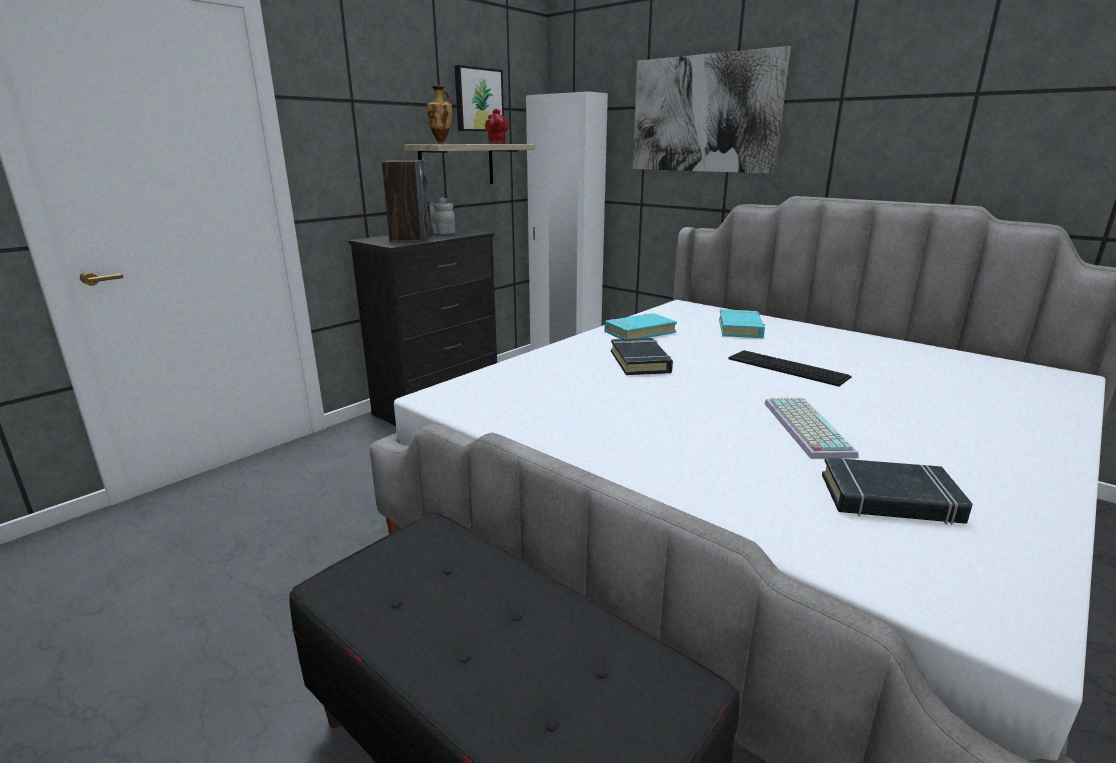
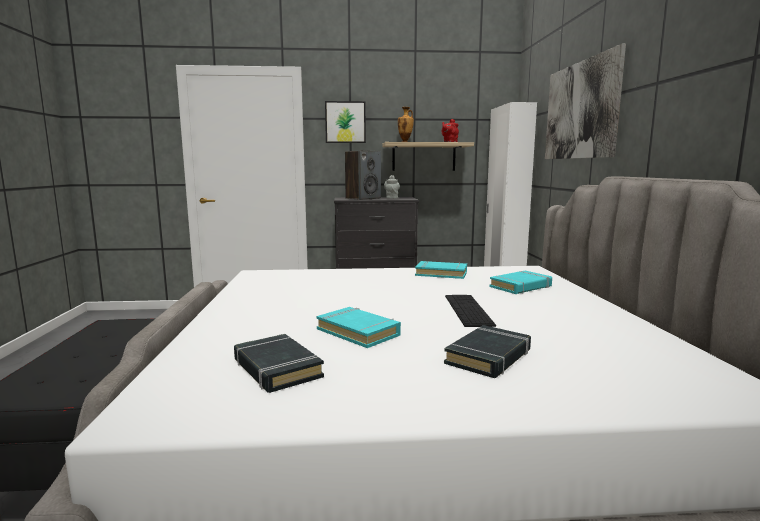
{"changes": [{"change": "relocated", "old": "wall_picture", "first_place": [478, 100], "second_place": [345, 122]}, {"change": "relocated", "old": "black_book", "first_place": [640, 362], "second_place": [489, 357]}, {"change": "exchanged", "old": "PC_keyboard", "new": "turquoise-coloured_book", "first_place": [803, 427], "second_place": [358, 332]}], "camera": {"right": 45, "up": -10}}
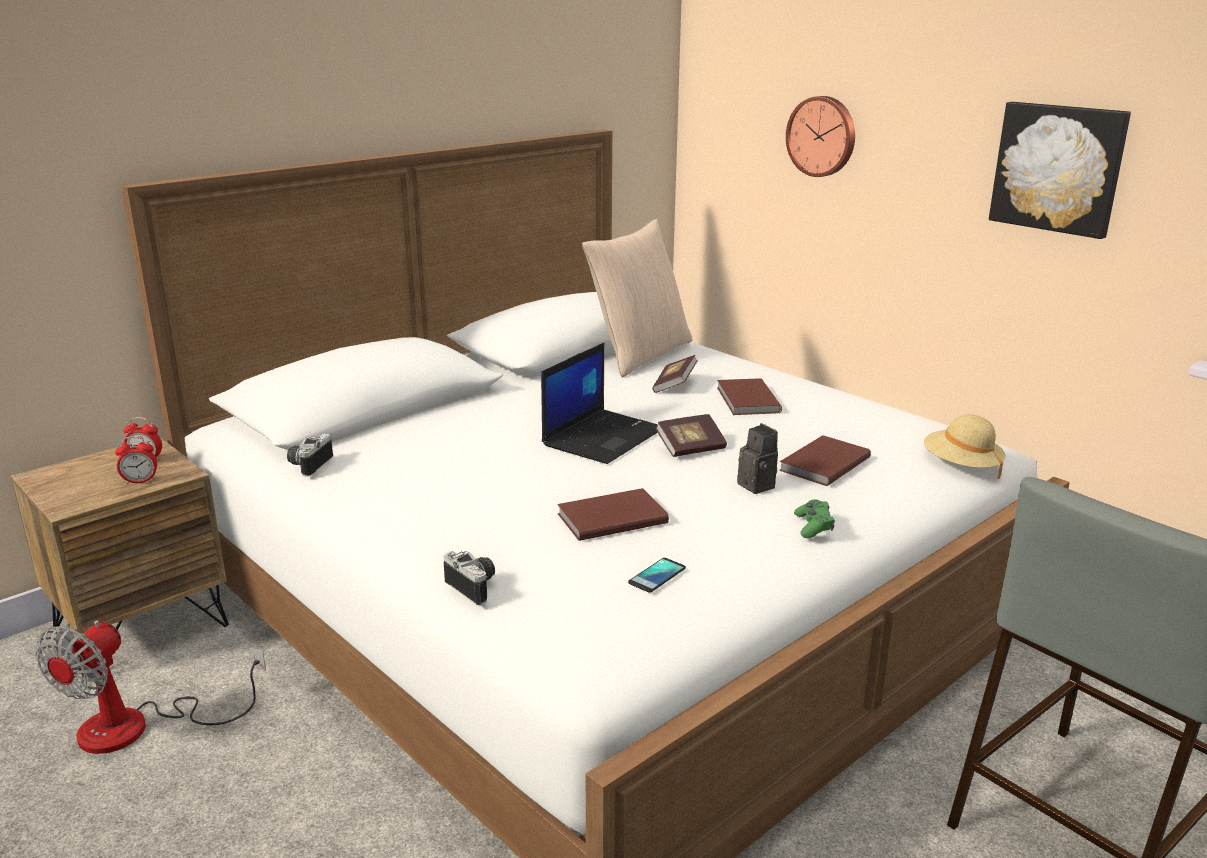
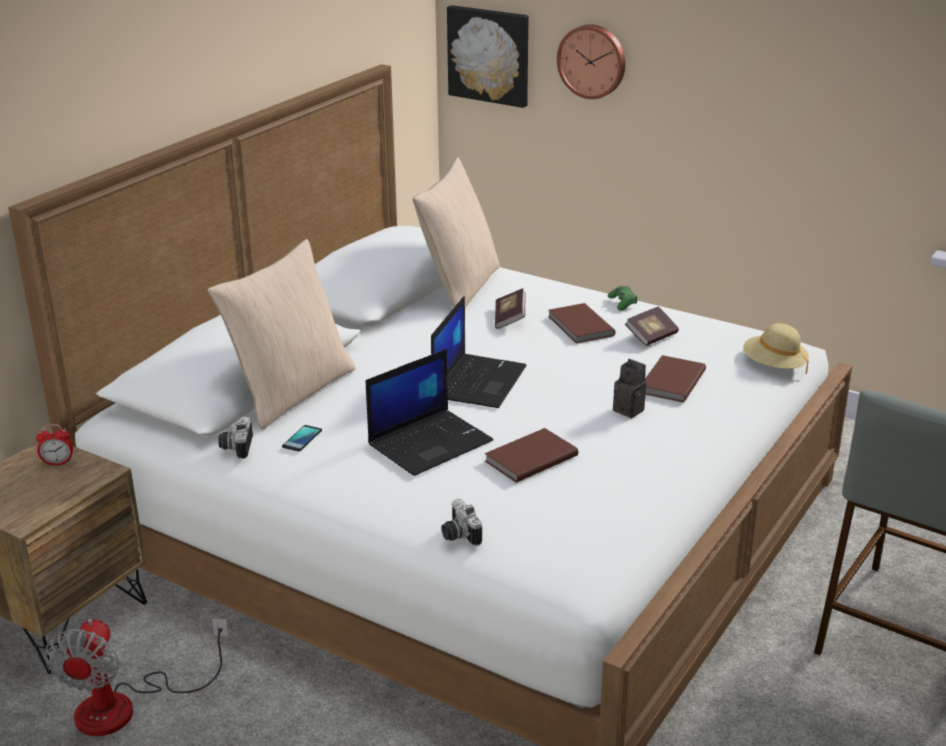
{"changes": [{"change": "missing", "old": "table_clock", "first_place": [140, 481]}, {"change": "appeared", "new": "sand-coloured_throw_pillow", "second_place": [291, 392]}, {"change": "appeared", "new": "notebook_computer", "second_place": [430, 442]}, {"change": "relocated", "old": "telephone", "first_place": [657, 576], "second_place": [302, 439]}, {"change": "relocated", "old": "book", "first_place": [690, 448], "second_place": [651, 336]}, {"change": "relocated", "old": "green-coloured_joypad", "first_place": [813, 526], "second_place": [622, 303]}, {"change": "relocated", "old": "wall_picture", "first_place": [1058, 168], "second_place": [489, 55]}, {"change": "spun", "old": "still_camera", "first_place": [476, 587], "second_place": [458, 535], "degrees": -150}], "camera": {"right": -15, "up": 5}}
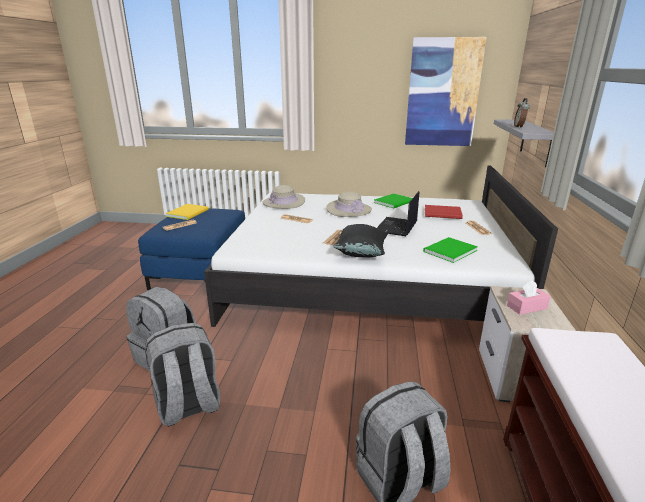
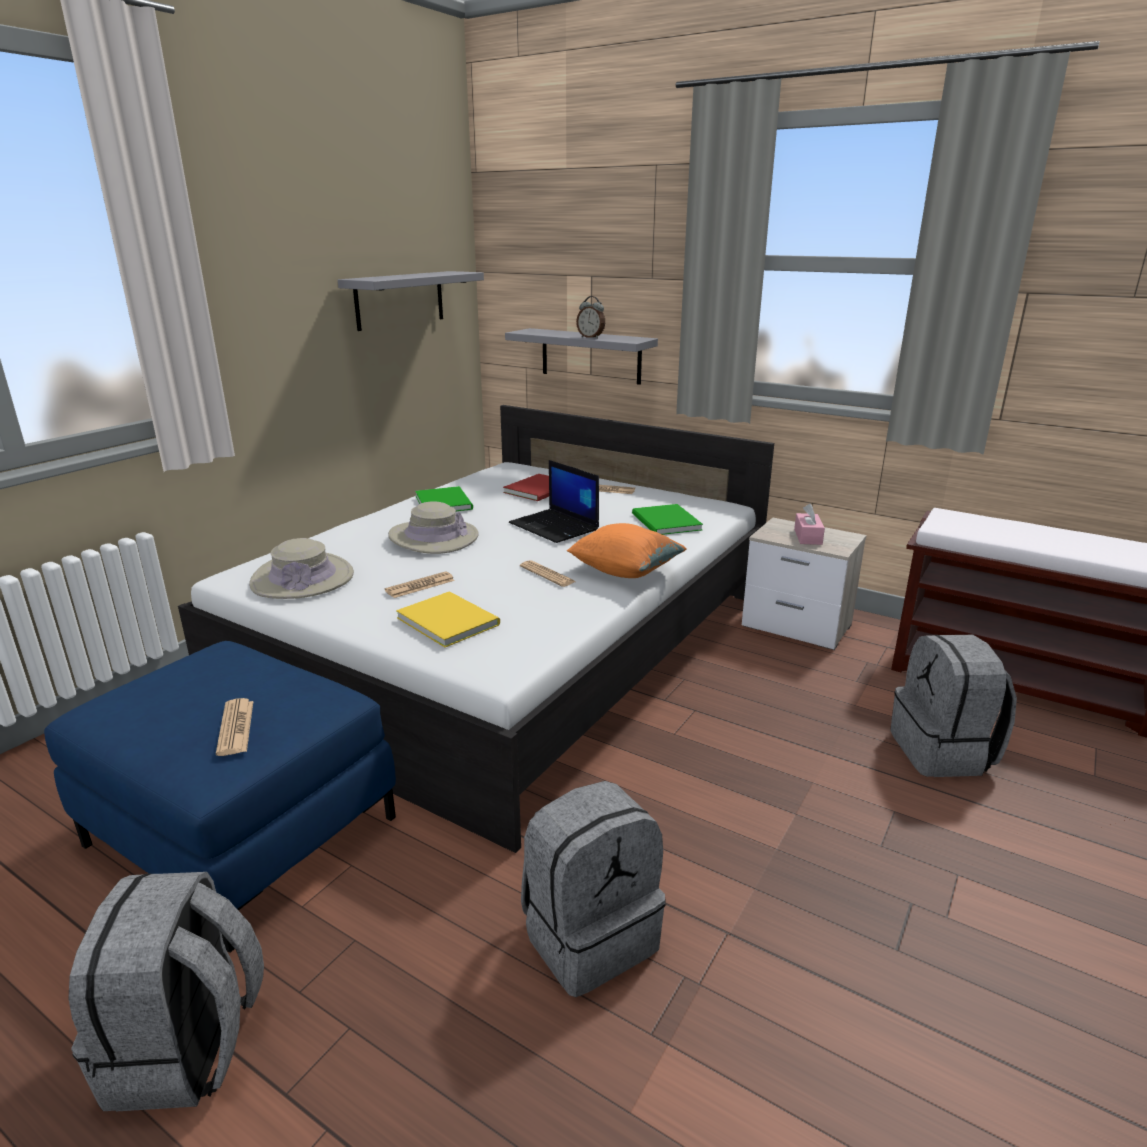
{"changes": [{"change": "relocated", "old": "greyish_rucksack", "first_place": [188, 406], "second_place": [188, 1048]}, {"change": "relocated", "old": "yellow-coloured_book", "first_place": [189, 213], "second_place": [448, 619]}, {"change": "exchanged", "old": "wall_picture", "new": "greyish_wall_shelf", "first_place": [442, 93], "second_place": [400, 300]}, {"change": "colour", "old": "black_throw_pillow", "new": "orange-coloured_throw_pillow", "first_place": [361, 253], "second_place": [625, 571]}], "camera": {"right": -65, "up": 0}}
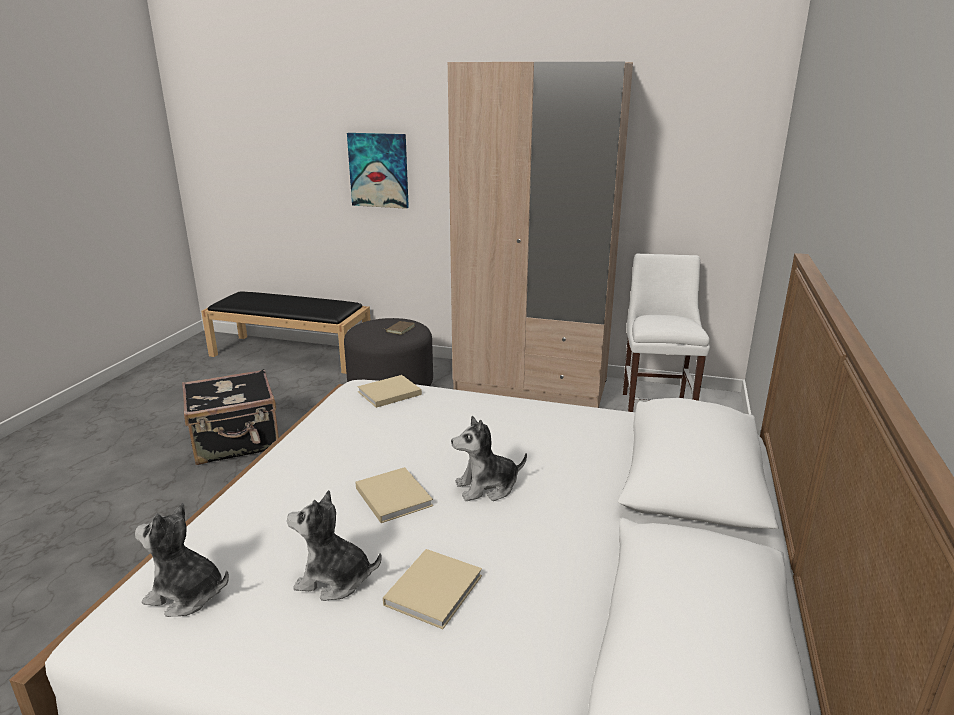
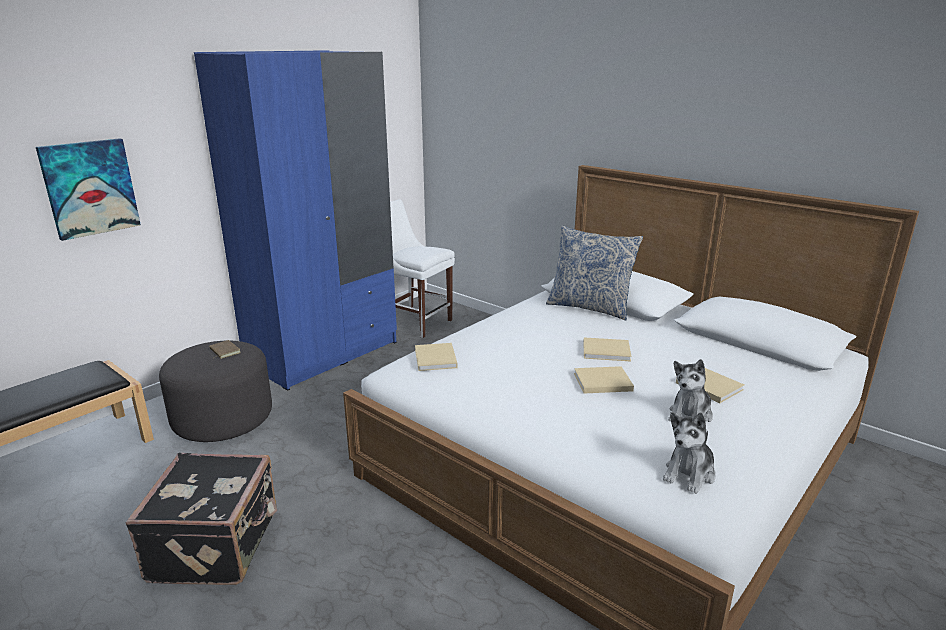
{"changes": [{"change": "appeared", "new": "throw_pillow", "second_place": [590, 307]}, {"change": "exchanged", "old": "cuddly_toy", "new": "sand-coloured_book", "first_place": [487, 487], "second_place": [608, 351]}, {"change": "colour", "old": "sand-coloured_wardrobe", "new": "bluish_wardrobe", "first_place": [532, 386], "second_place": [323, 353]}], "camera": {"right": -65, "up": 0}}
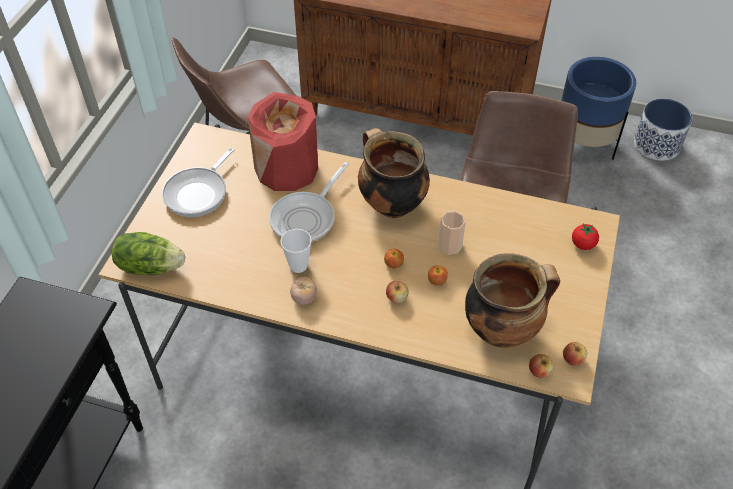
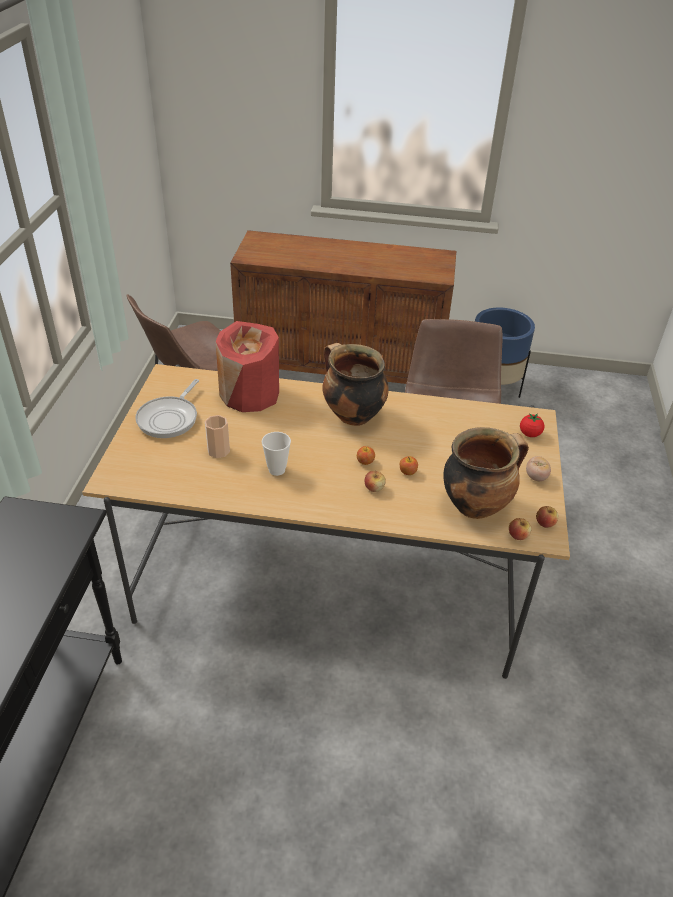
{"changes": [{"change": "missing", "old": "head_of_lettuce", "first_place": [150, 266]}, {"change": "missing", "old": "pan", "first_place": [306, 217]}, {"change": "missing", "old": "flower_pot", "first_place": [657, 145]}, {"change": "relocated", "old": "tomato", "first_place": [304, 298], "second_place": [536, 477]}, {"change": "relocated", "old": "cup", "first_place": [450, 245], "second_place": [218, 451]}], "camera": {"right": -10, "up": -10}}
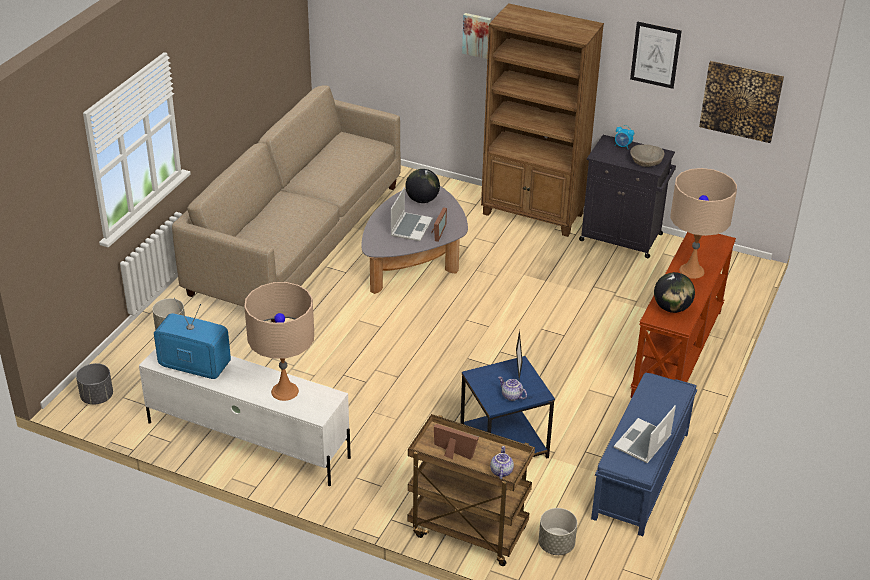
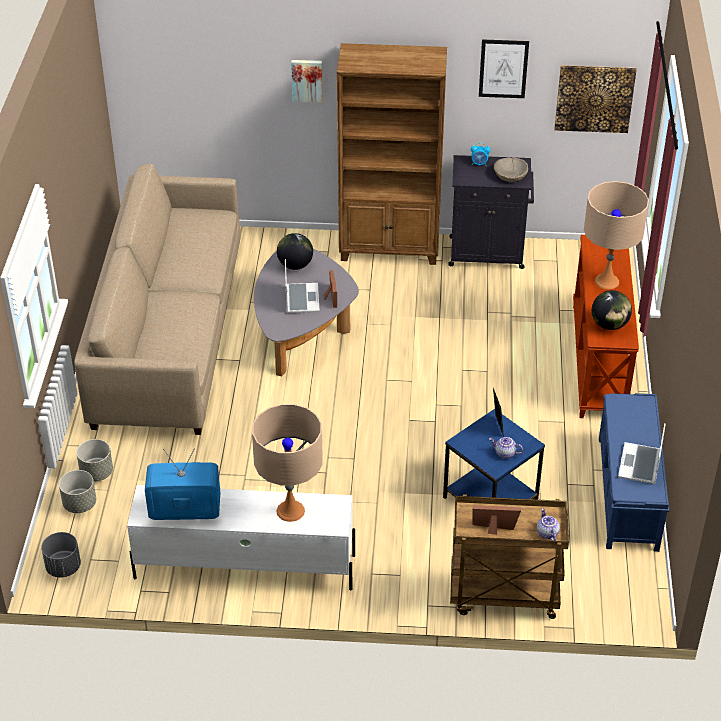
{"changes": [{"change": "relocated", "old": "greyish_flower_pot", "first_place": [556, 545], "second_place": [80, 504]}], "camera": {"right": -20, "up": 5}}
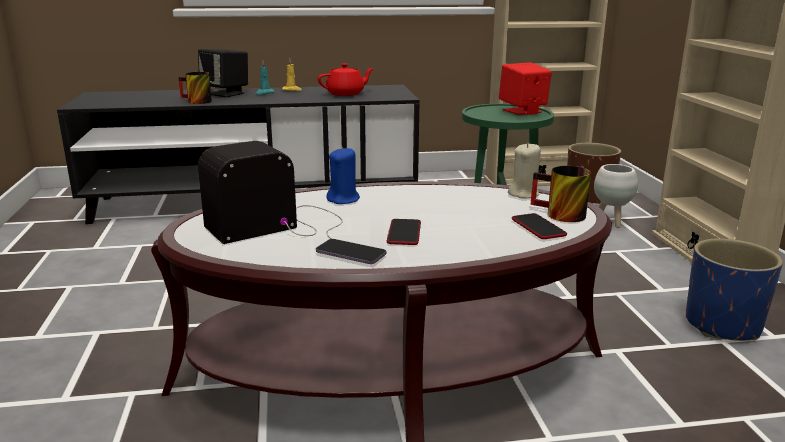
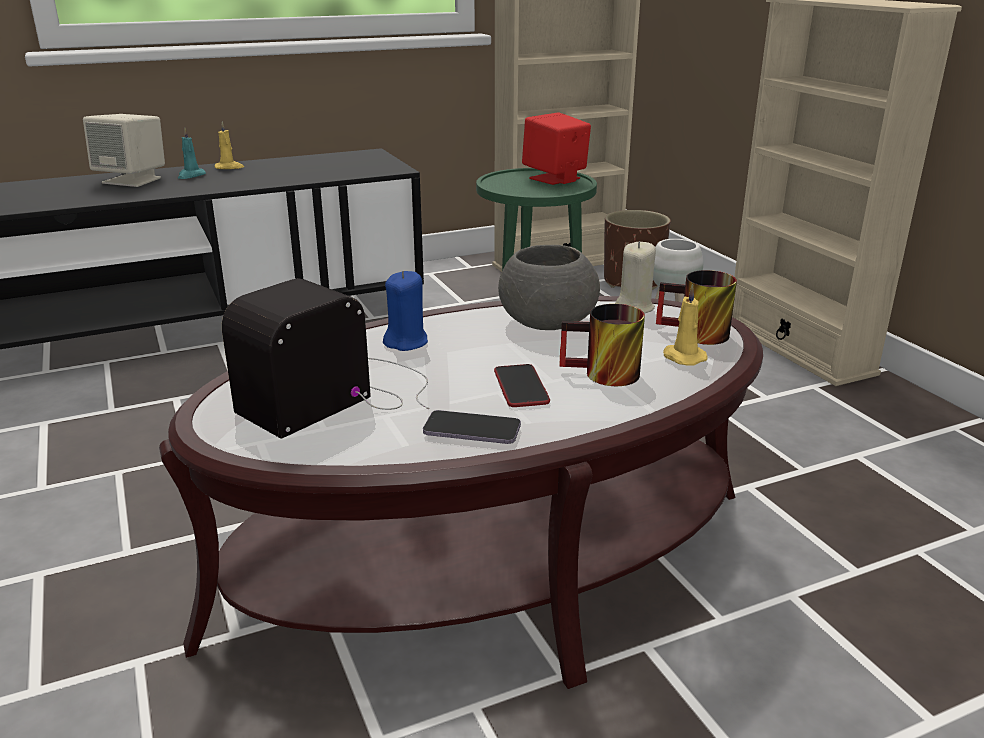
{"changes": [{"change": "missing", "old": "red_tea_pot", "first_place": [346, 94]}, {"change": "missing", "old": "bluish_flower_pot", "first_place": [723, 325]}, {"change": "appeared", "new": "greyish_bowl", "second_place": [546, 323]}, {"change": "relocated", "old": "mug", "first_place": [195, 101], "second_place": [602, 376]}, {"change": "exchanged", "old": "telephone", "new": "yellow-coloured_candle", "first_place": [538, 227], "second_place": [682, 357]}, {"change": "colour", "old": "black_loudspeaker", "new": "sand-coloured_loudspeaker", "first_place": [226, 93], "second_place": [133, 180]}], "camera": {"right": -15, "up": 5}}
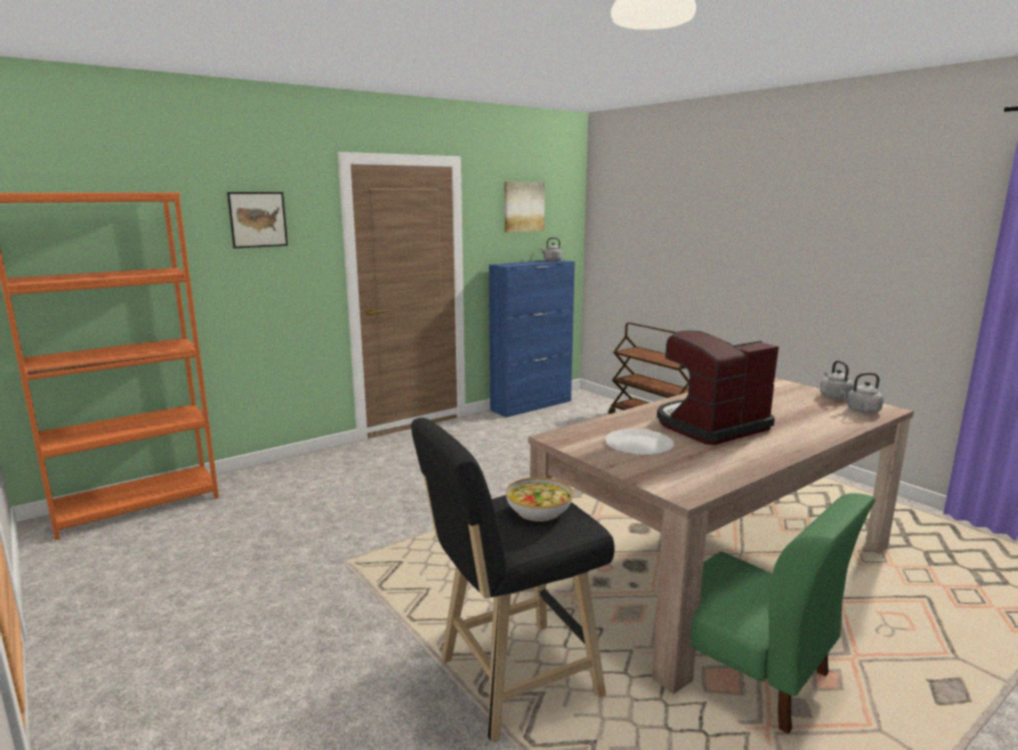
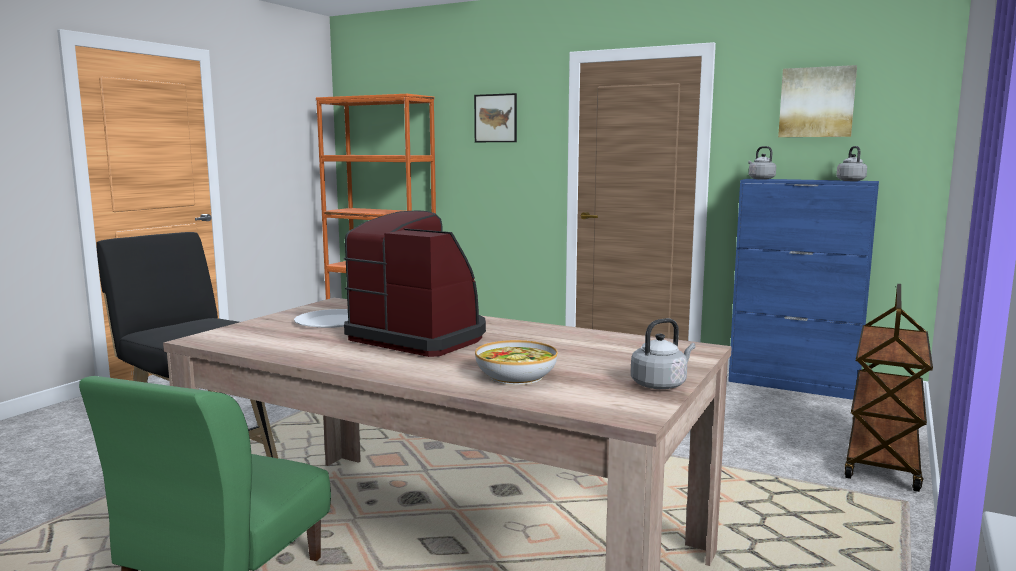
{"changes": [{"change": "relocated", "old": "bowl", "first_place": [538, 510], "second_place": [516, 376]}, {"change": "relocated", "old": "greyish_water_kettle", "first_place": [861, 411], "second_place": [760, 179]}], "camera": {"right": 65, "up": -5}}
